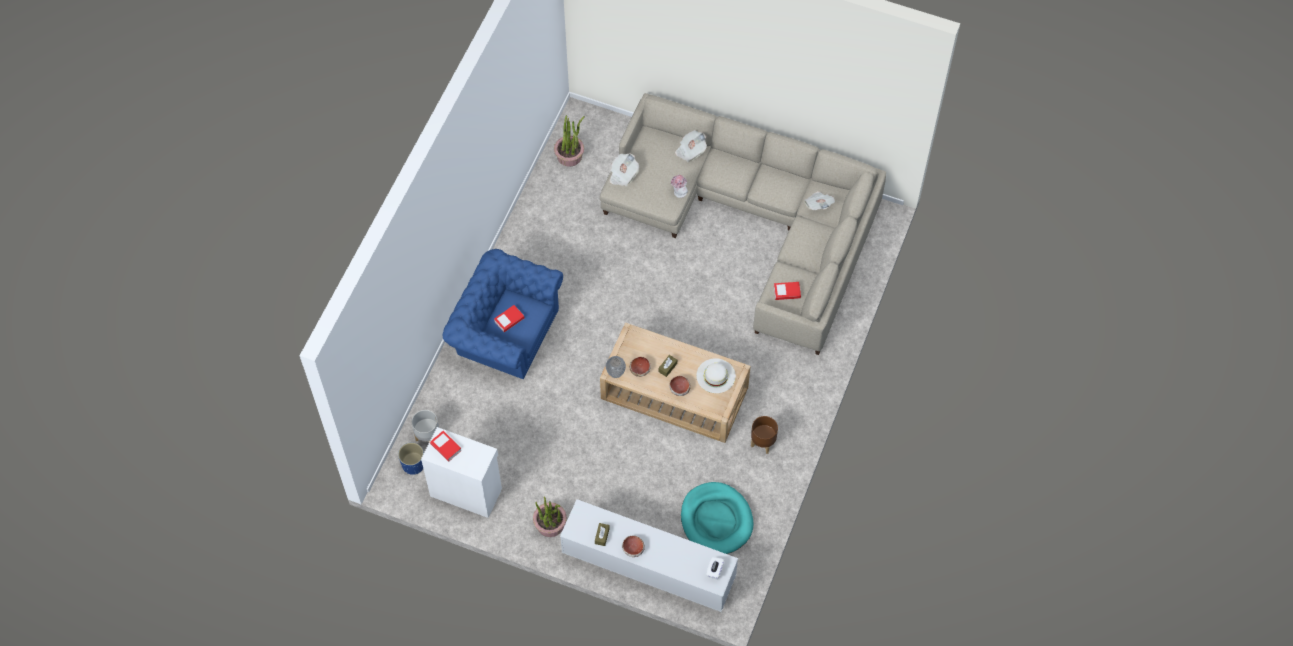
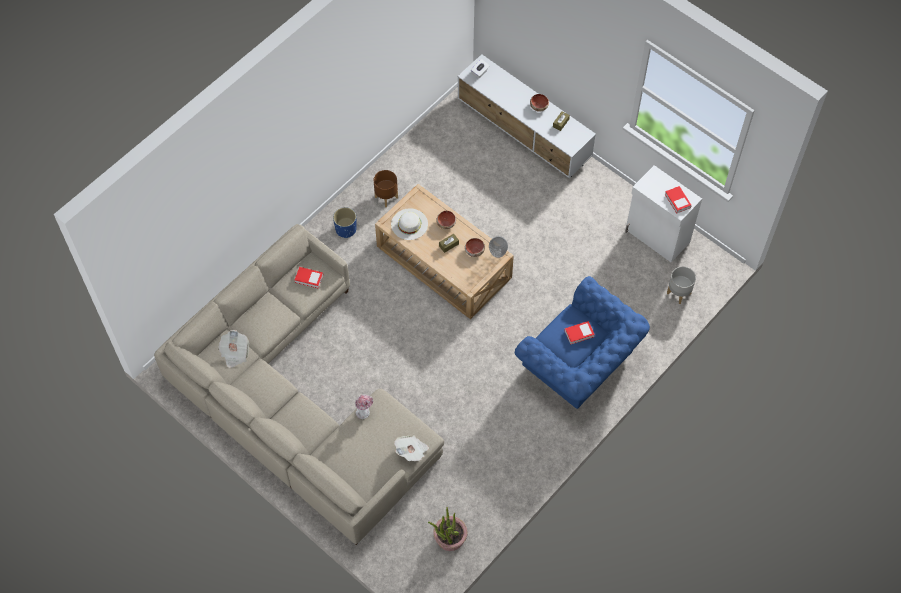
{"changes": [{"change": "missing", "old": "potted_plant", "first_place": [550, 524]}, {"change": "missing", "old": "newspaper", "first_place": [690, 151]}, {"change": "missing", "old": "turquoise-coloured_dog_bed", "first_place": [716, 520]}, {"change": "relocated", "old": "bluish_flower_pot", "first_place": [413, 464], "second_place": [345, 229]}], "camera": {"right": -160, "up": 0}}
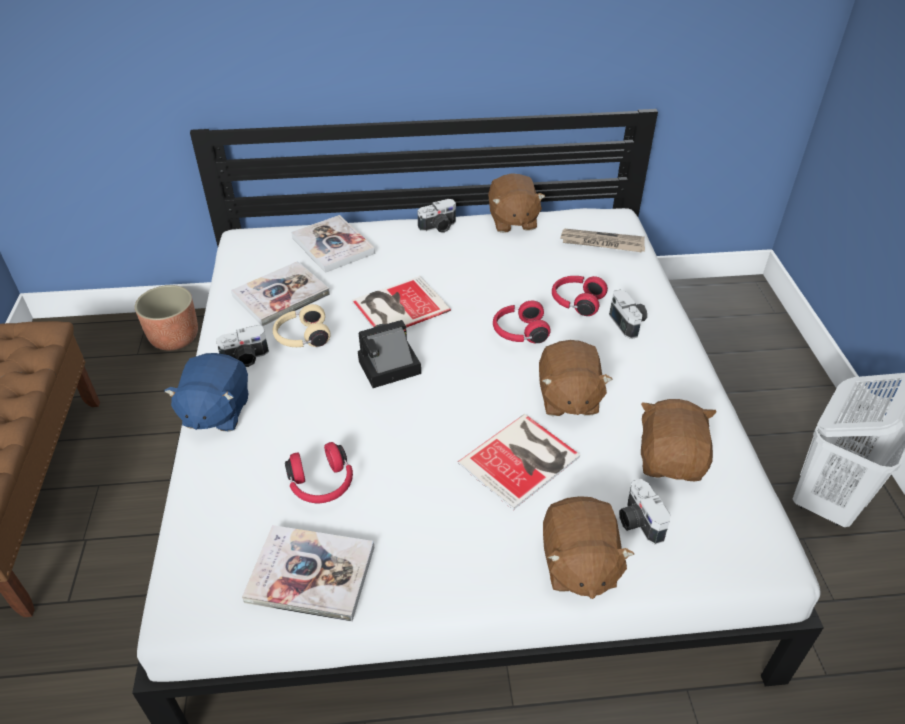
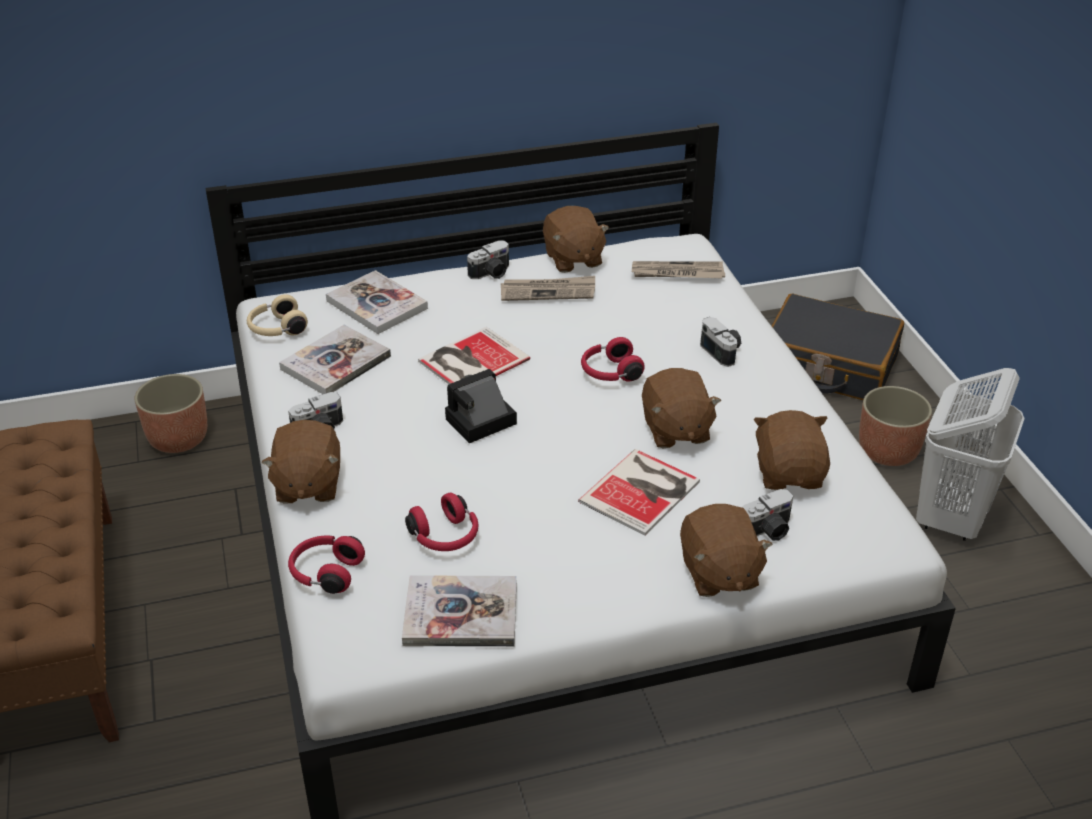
{"changes": [{"change": "appeared", "new": "newspaper", "second_place": [548, 291]}, {"change": "appeared", "new": "black_suitcase", "second_place": [828, 365]}, {"change": "appeared", "new": "flower_pot", "second_place": [888, 451]}, {"change": "relocated", "old": "sand-coloured_headset", "first_place": [302, 337], "second_place": [276, 329]}, {"change": "relocated", "old": "red_headset", "first_place": [576, 302], "second_place": [325, 573]}, {"change": "colour", "old": "bluish_cuddly_toy", "new": "brown_cuddly_toy", "first_place": [216, 412], "second_place": [307, 485]}, {"change": "spun", "old": "still_camera", "first_place": [638, 522], "second_place": [768, 531], "degrees": -90}], "camera": {"right": -10, "up": -5}}
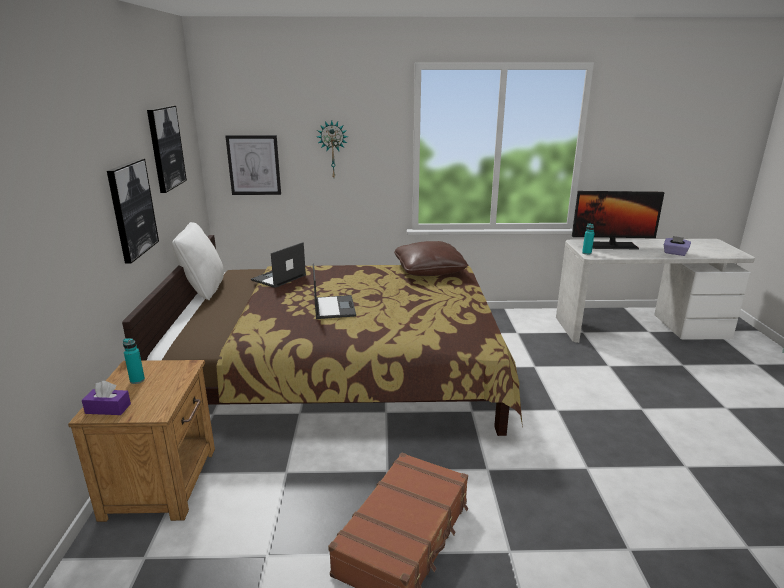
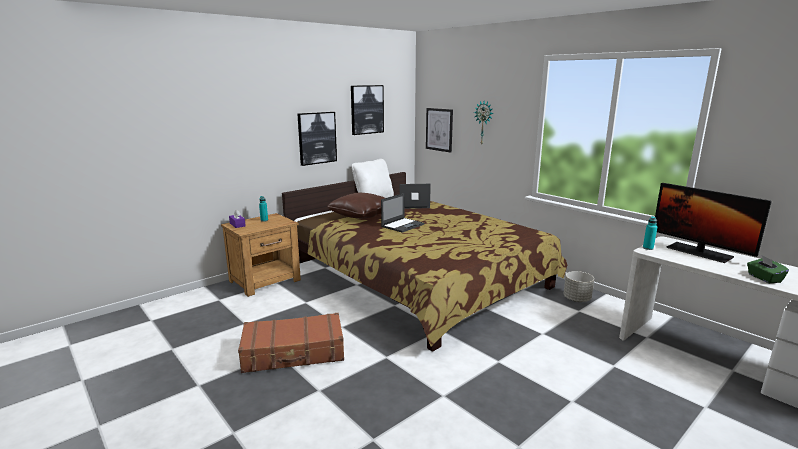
{"changes": [{"change": "appeared", "new": "greyish_flower_pot", "second_place": [577, 299]}, {"change": "relocated", "old": "brown_throw_pillow", "first_place": [429, 270], "second_place": [361, 215]}, {"change": "colour", "old": "purple-coloured_box_of_tissues", "new": "green-coloured_box_of_tissues", "first_place": [675, 253], "second_place": [764, 278]}], "camera": {"right": 50, "up": -5}}
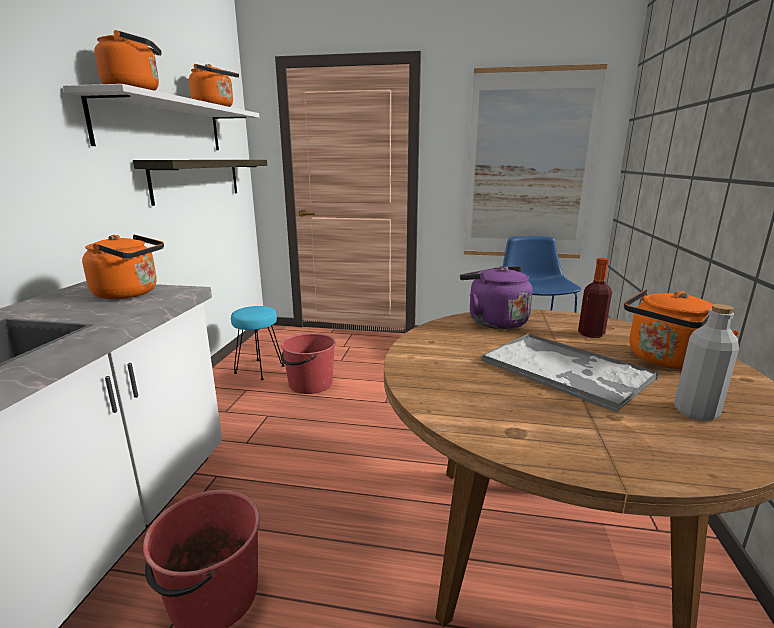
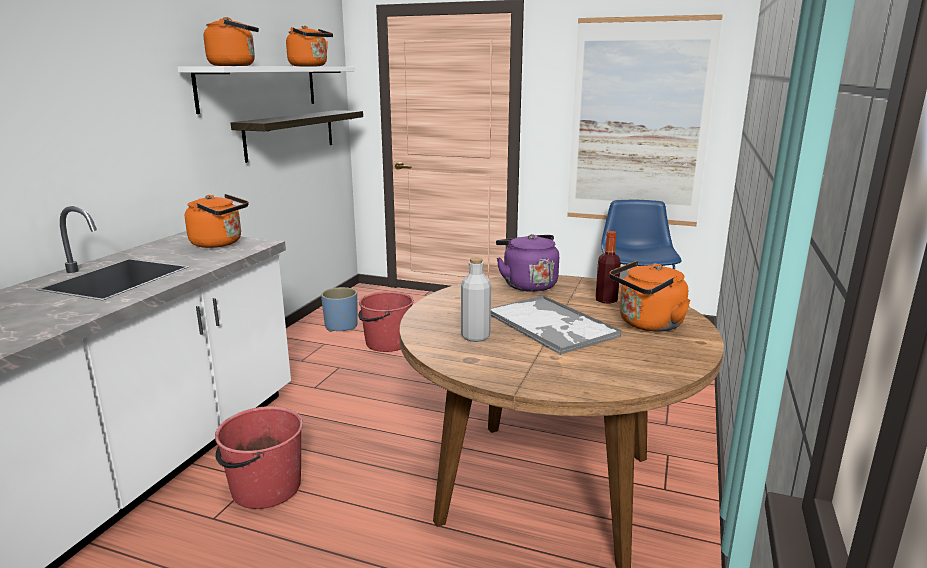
{"changes": [{"change": "relocated", "old": "greyish_bottle", "first_place": [695, 412], "second_place": [475, 336]}, {"change": "exchanged", "old": "turquoise-coloured_stool", "new": "bluish_flower_pot", "first_place": [259, 370], "second_place": [341, 326]}], "camera": {"right": 10, "up": 0}}
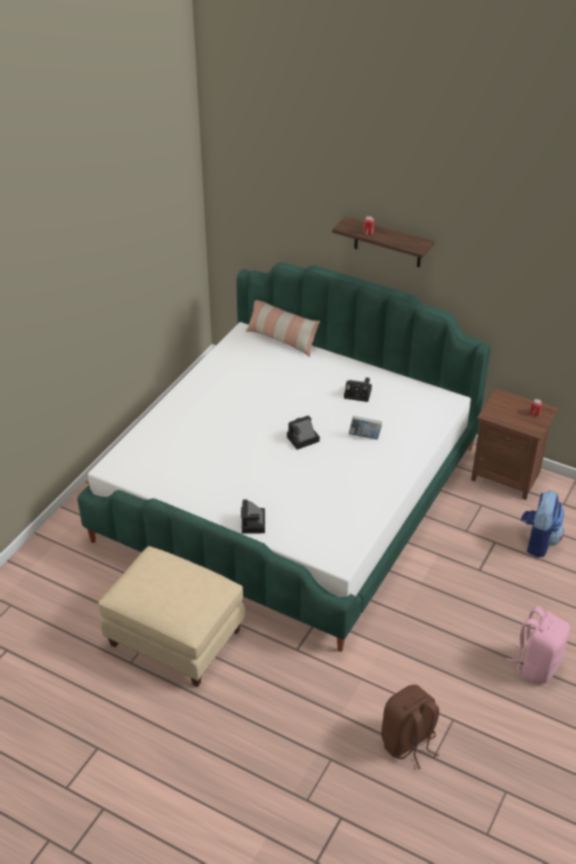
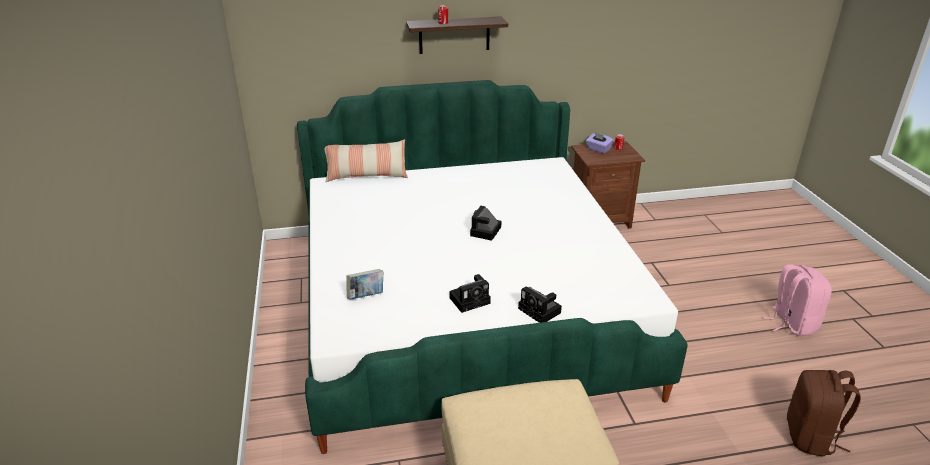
{"changes": [{"change": "missing", "old": "rucksack", "first_place": [538, 541]}, {"change": "appeared", "new": "purple-coloured_box_of_tissues", "second_place": [598, 149]}, {"change": "relocated", "old": "still_camera", "first_place": [359, 394], "second_place": [471, 300]}, {"change": "relocated", "old": "book", "first_place": [364, 437], "second_place": [366, 296]}], "camera": {"right": -40, "up": -10}}
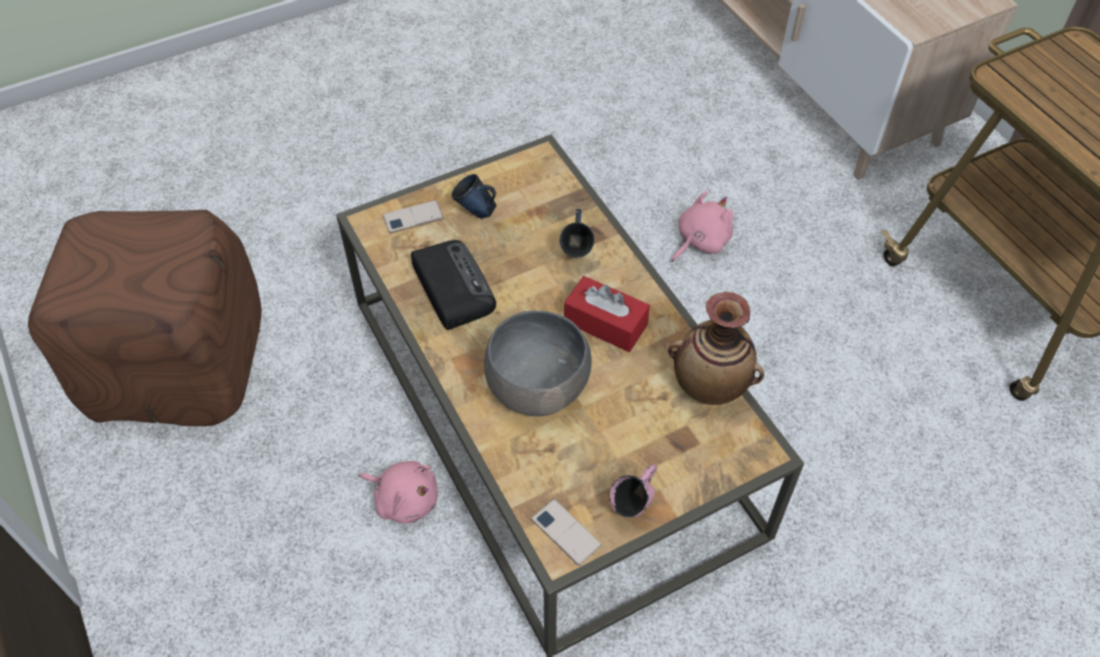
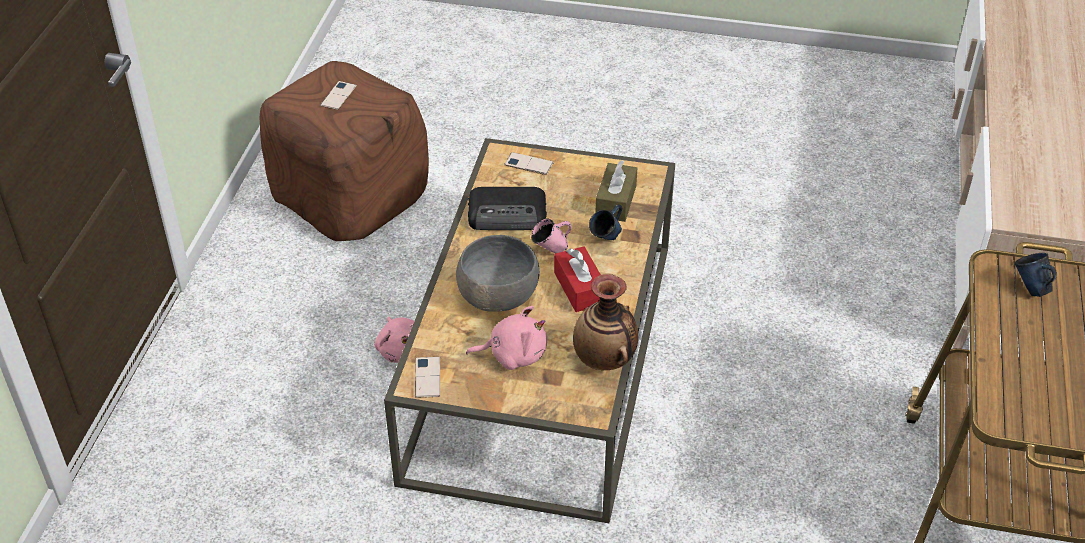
{"changes": [{"change": "appeared", "new": "telephone", "second_place": [338, 96]}, {"change": "appeared", "new": "brown_box_of_tissues", "second_place": [616, 201]}, {"change": "relocated", "old": "bluish_mug", "first_place": [476, 213], "second_place": [1030, 289]}, {"change": "relocated", "old": "pinkish_mug", "first_place": [633, 507], "second_place": [551, 251]}, {"change": "relocated", "old": "pinkish_cuddly_toy", "first_place": [700, 241], "second_place": [513, 354]}, {"change": "spun", "old": "radio", "first_place": [451, 286], "second_place": [508, 215], "degrees": 75}], "camera": {"right": 40, "up": -10}}
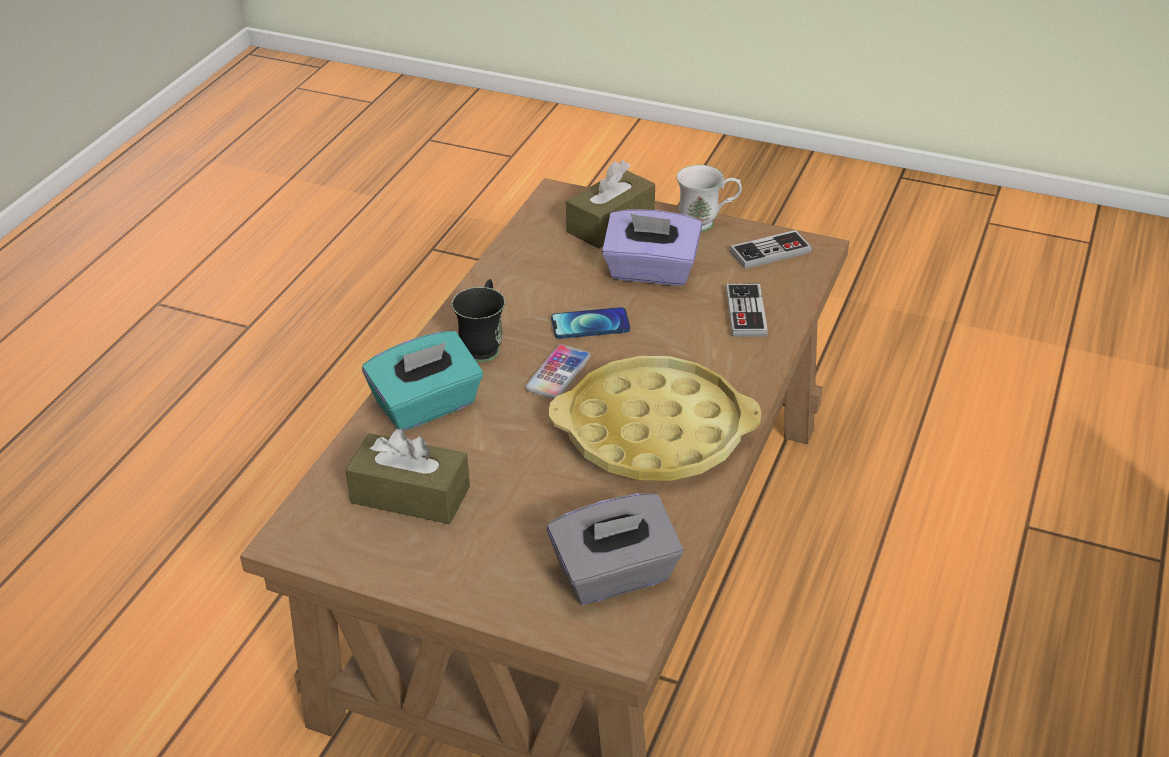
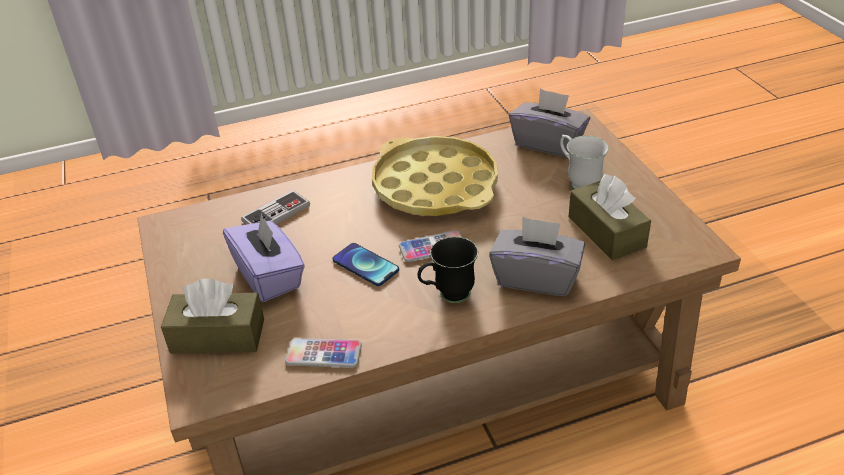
{"changes": [{"change": "missing", "old": "joypad", "first_place": [770, 252]}, {"change": "appeared", "new": "telephone", "second_place": [324, 354]}, {"change": "relocated", "old": "whitish_mug", "first_place": [706, 224], "second_place": [578, 182]}, {"change": "colour", "old": "turquoise-coloured_box_of_tissues", "new": "greyish_box_of_tissues", "first_place": [427, 406], "second_place": [536, 278]}], "camera": {"right": -130, "up": 0}}
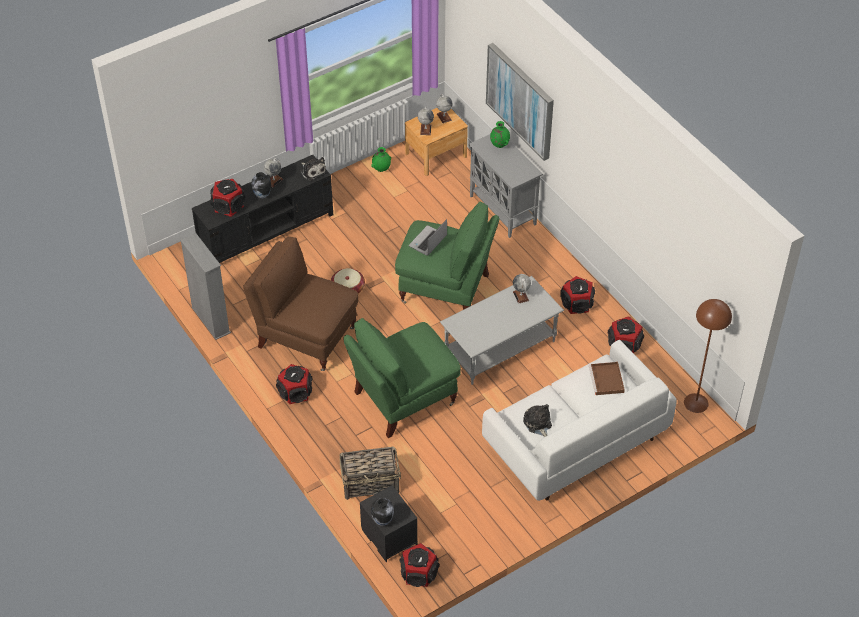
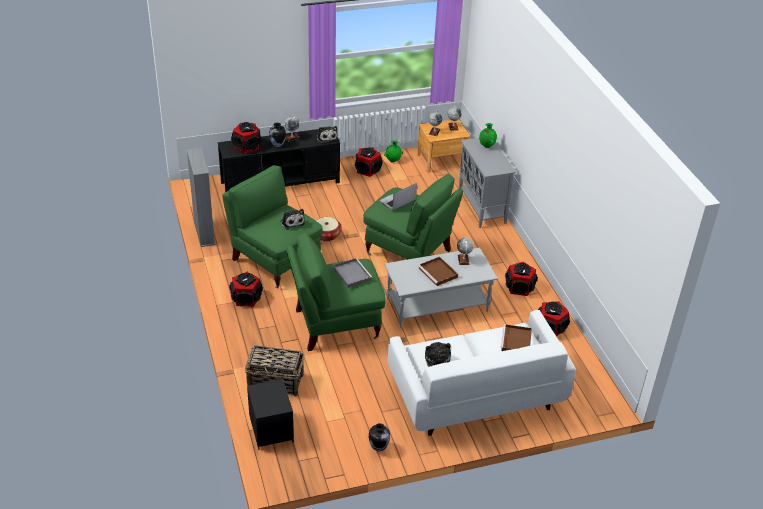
{"changes": [{"change": "missing", "old": "wall_picture", "first_place": [521, 100]}, {"change": "missing", "old": "brown_standard_lamp", "first_place": [695, 402]}, {"change": "appeared", "new": "cuddly_toy", "second_place": [291, 222]}, {"change": "appeared", "new": "greyish_tray", "second_place": [351, 274]}, {"change": "appeared", "new": "brown_tray", "second_place": [438, 273]}, {"change": "relocated", "old": "decorative_vase", "first_place": [383, 521], "second_place": [378, 447]}, {"change": "relocated", "old": "loudspeaker", "first_place": [419, 573], "second_place": [368, 170]}, {"change": "colour", "old": "brown_easy_chair", "new": "green-coloured_easy_chair", "first_place": [305, 337], "second_place": [275, 261]}], "camera": {"right": 15, "up": -10}}
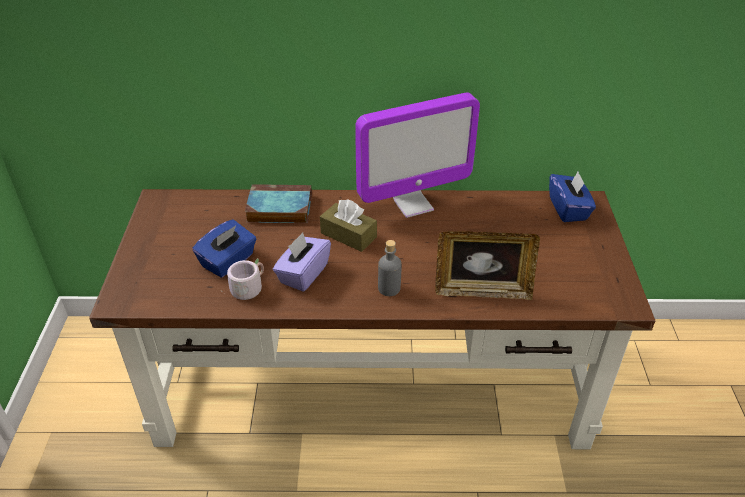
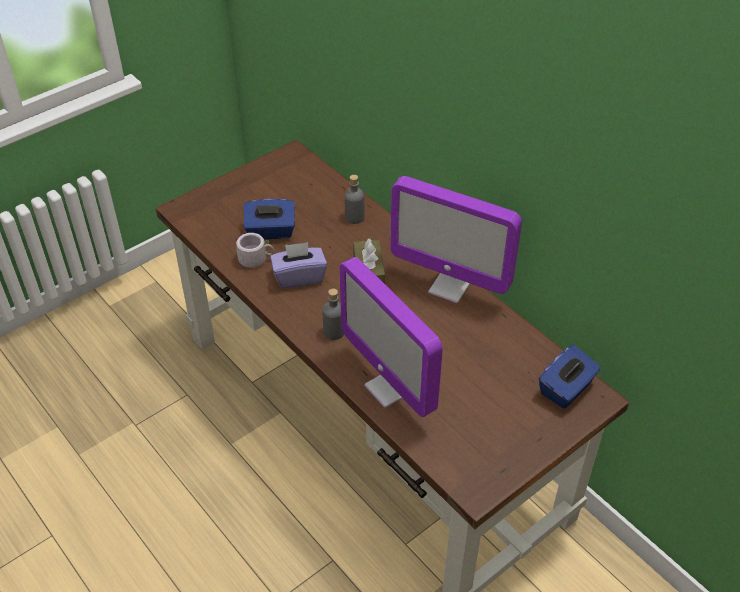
{"changes": [{"change": "exchanged", "old": "book", "new": "greyish_bottle", "first_place": [278, 208], "second_place": [354, 217]}, {"change": "exchanged", "old": "picture_frame", "new": "computer_display", "first_place": [482, 291], "second_place": [390, 387]}], "camera": {"right": 50, "up": 5}}
